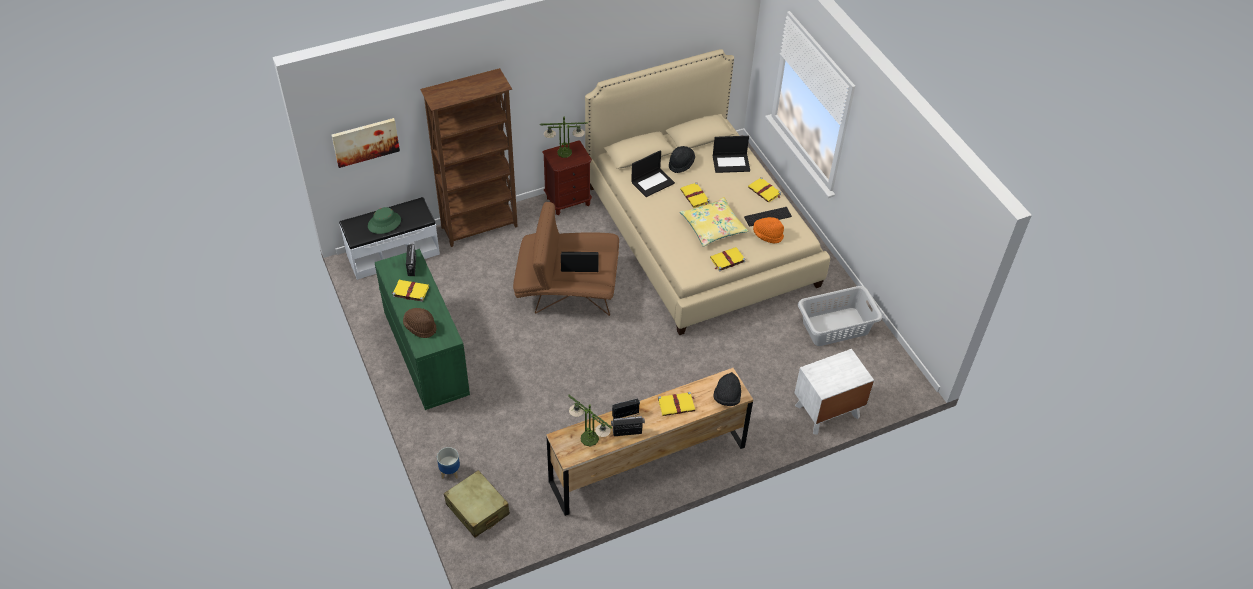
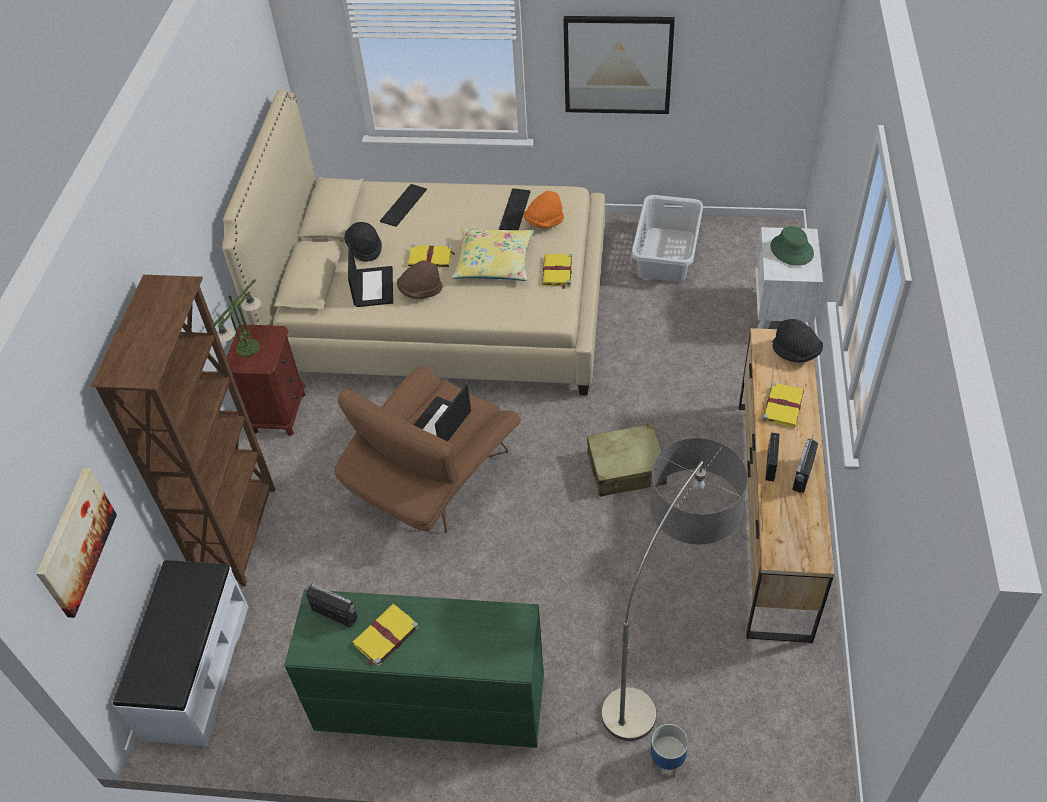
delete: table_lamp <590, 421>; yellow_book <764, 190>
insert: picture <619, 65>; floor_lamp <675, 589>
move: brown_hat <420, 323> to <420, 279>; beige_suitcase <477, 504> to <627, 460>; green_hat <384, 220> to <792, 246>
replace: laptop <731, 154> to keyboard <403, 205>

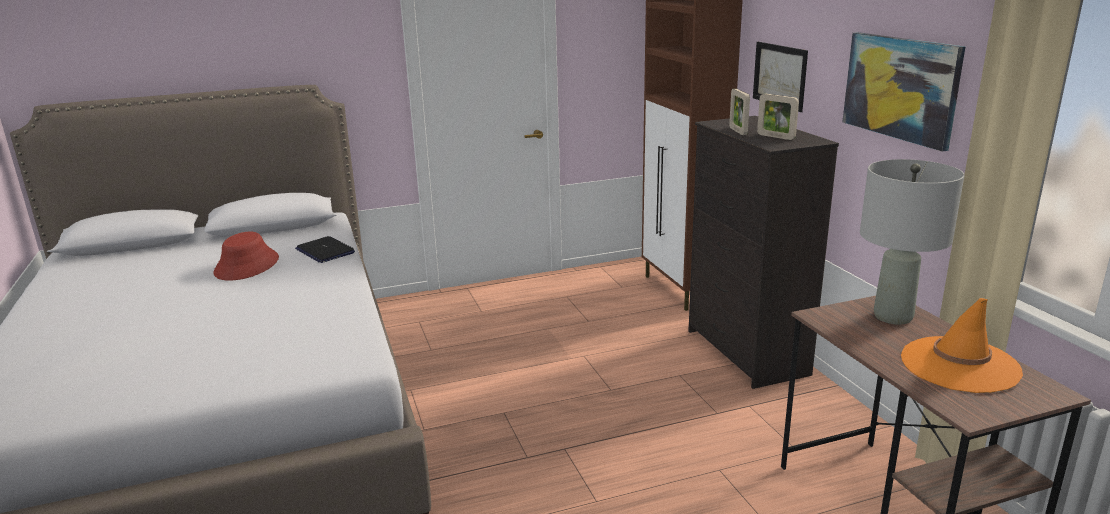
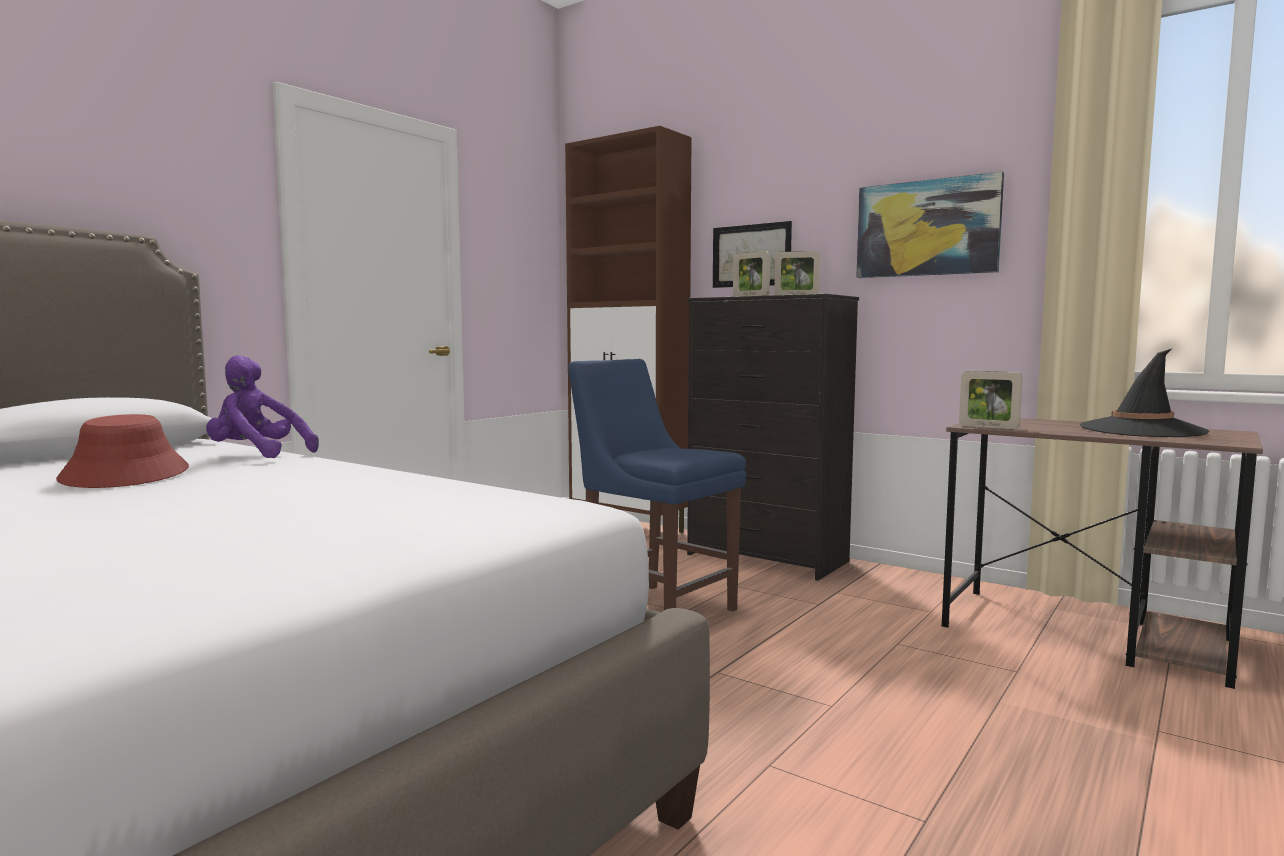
delete: grey_table_lamp <912, 242>
insert: blue_chair <657, 485>; picture_frame <990, 400>
replace: laptop <325, 249> to purple_plush_toy <262, 406>
recolor: orange_hat <962, 345> to black_hat <1144, 393>

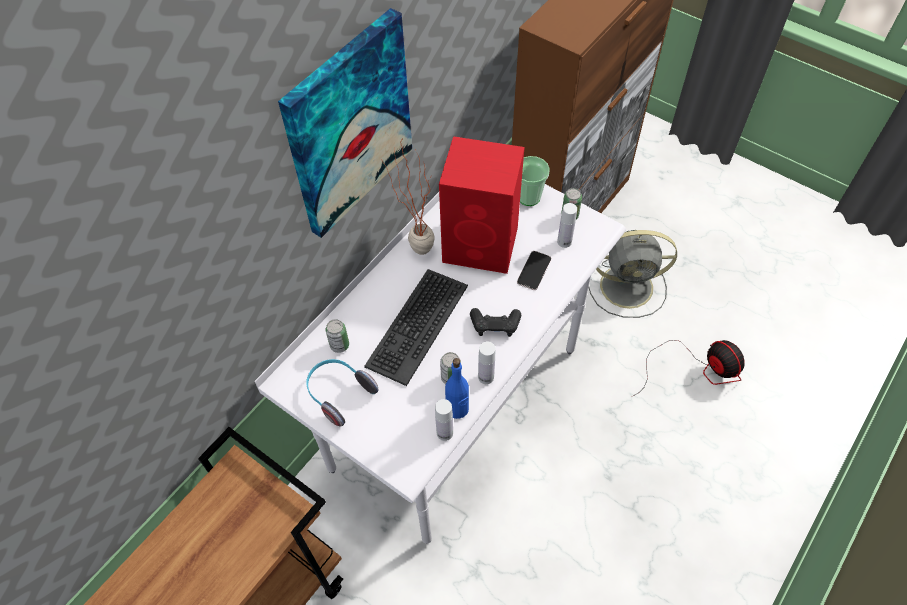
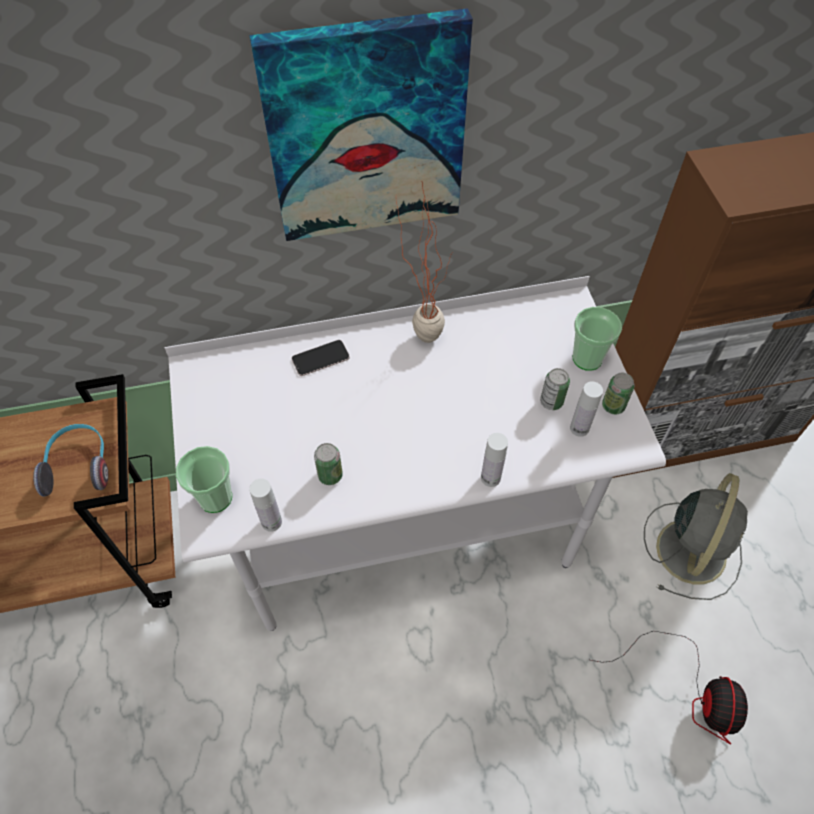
delete: keyboard <416, 327>; red_speaker <482, 205>; blue_bottle <457, 388>; black_game_controller <495, 322>
insert: cup <204, 479>
move: headphones <342, 392> to <70, 460>; phone <534, 270> to <320, 358>; white_bottle <486, 362> to <494, 460>; can <337, 336> to <555, 389>
rotate: grey_fan <633, 274> = <696, 536> 105 degrees counterclockwise

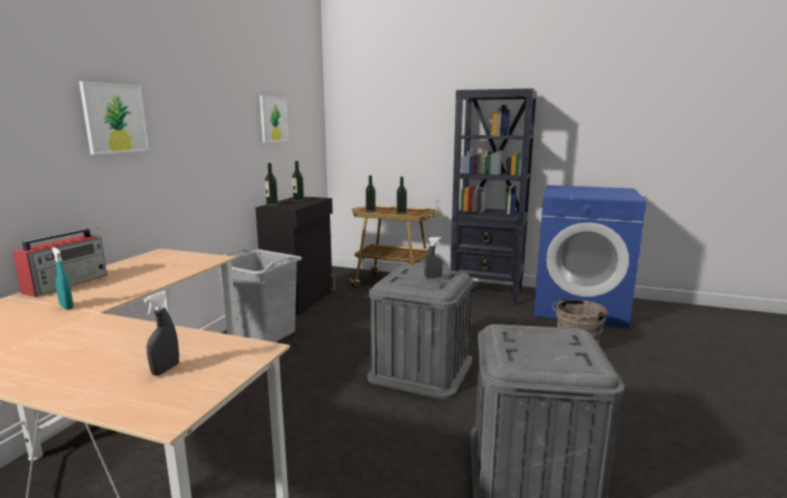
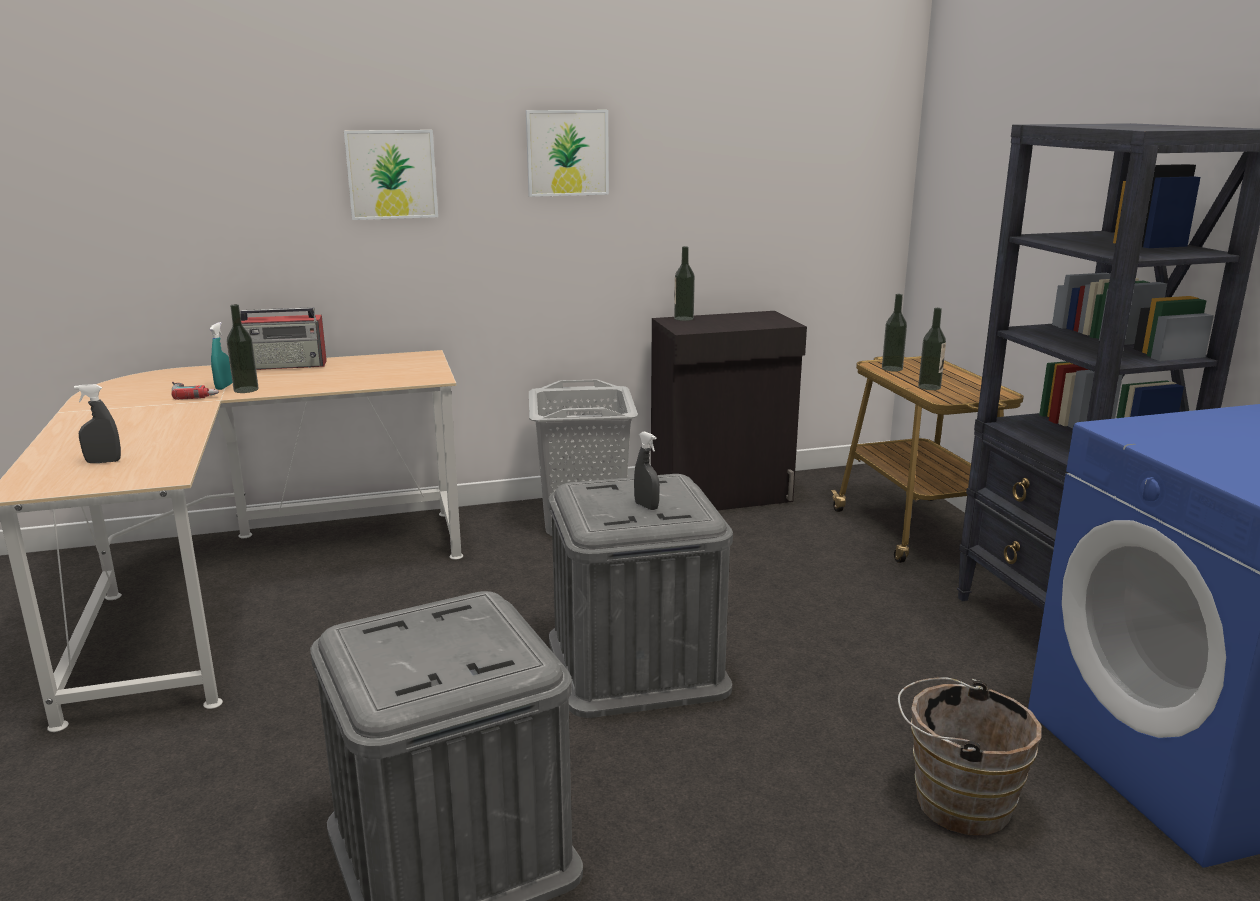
insert: power_drill <195, 391>
move: bottle <298, 181> to <243, 348>; picture <274, 119> to <567, 153>

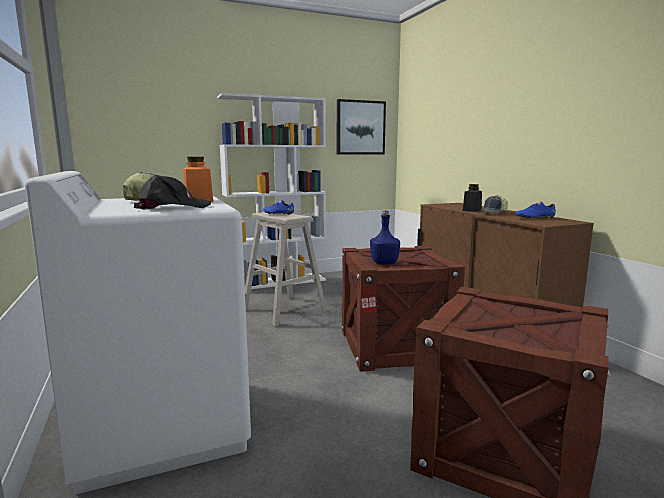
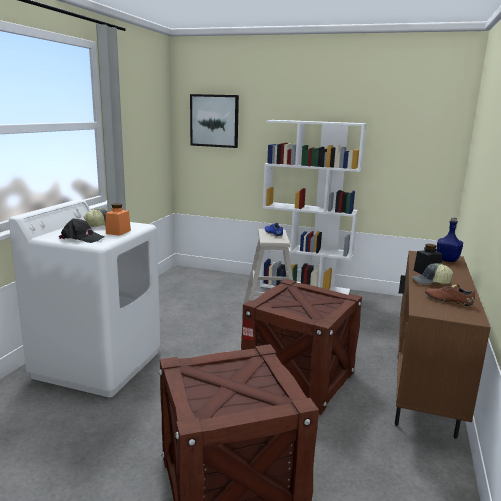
move: picture <361, 127> to <214, 121>; blue_bottle <385, 238> to <450, 239>
recolor: blue_shoe <535, 210> to brown_shoe <450, 295>

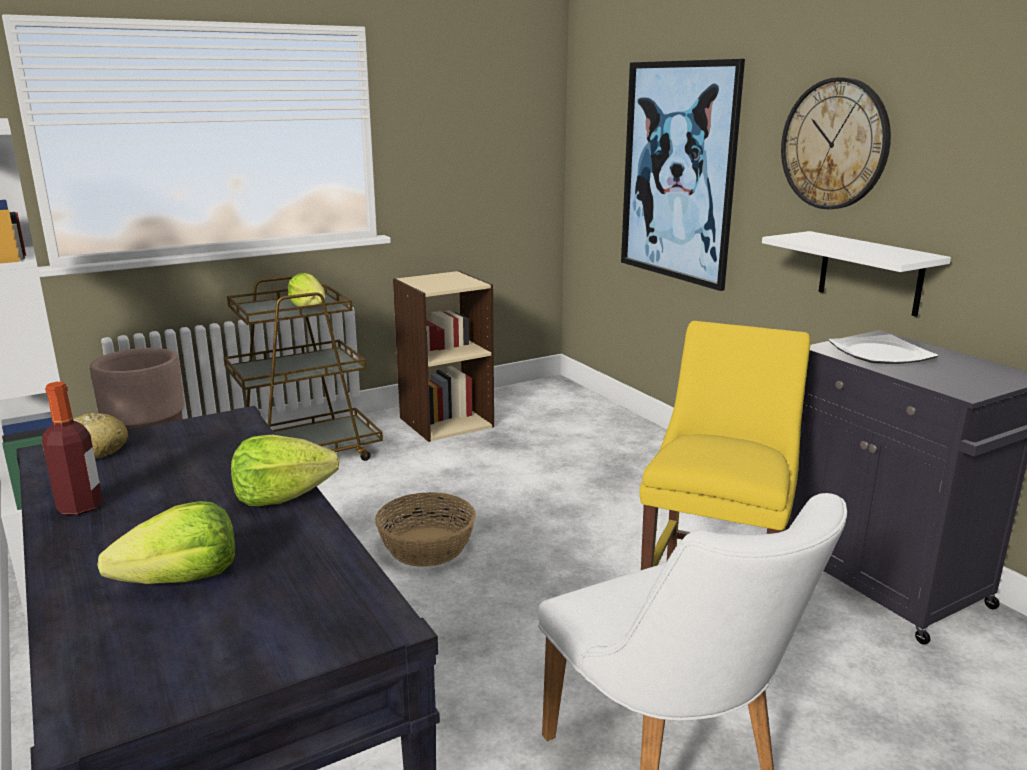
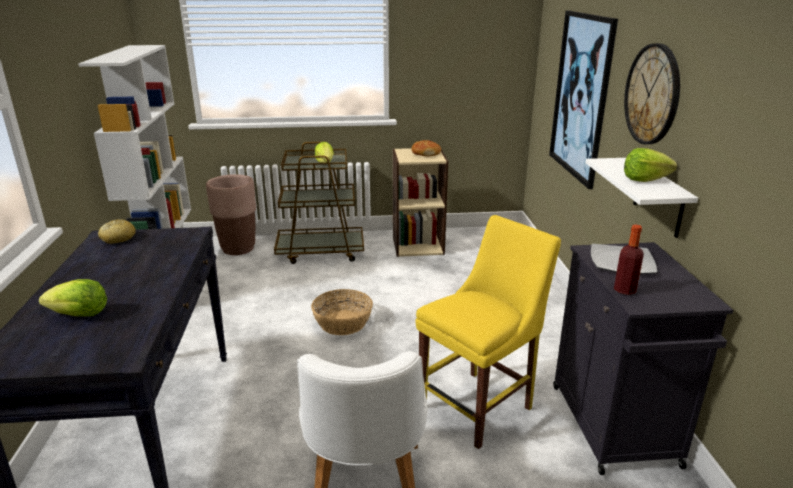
insert: bread <426, 148>
move: bottle <72, 448> to <629, 260>; lettuce <285, 470> to <650, 165>

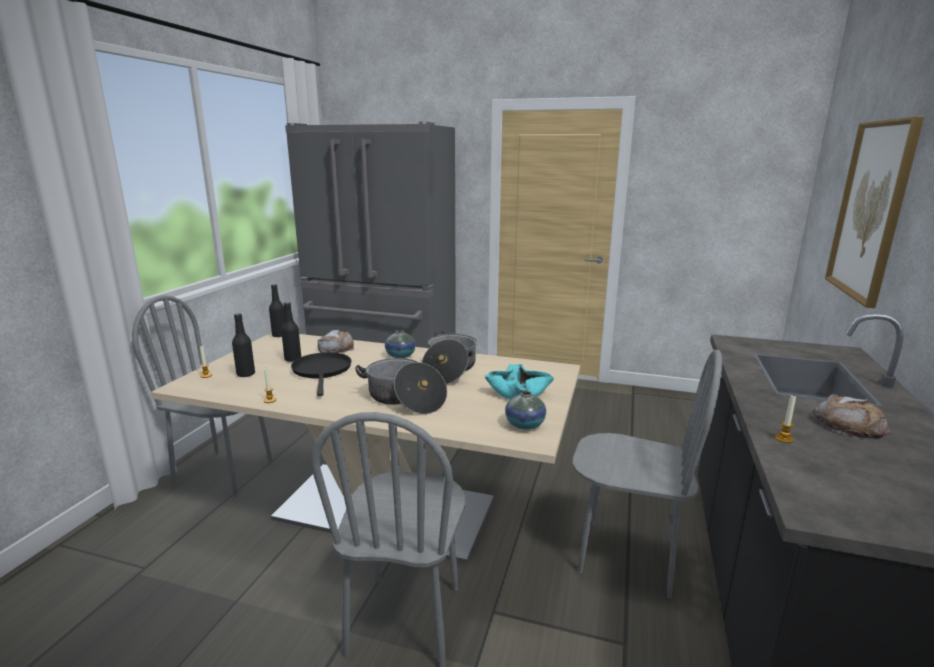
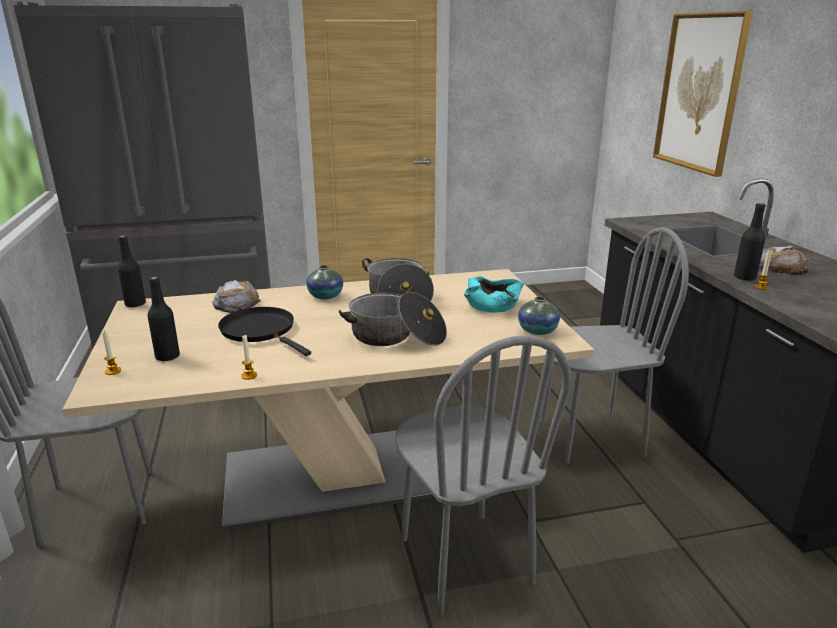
move: black_bottle <291, 332> to <750, 242>

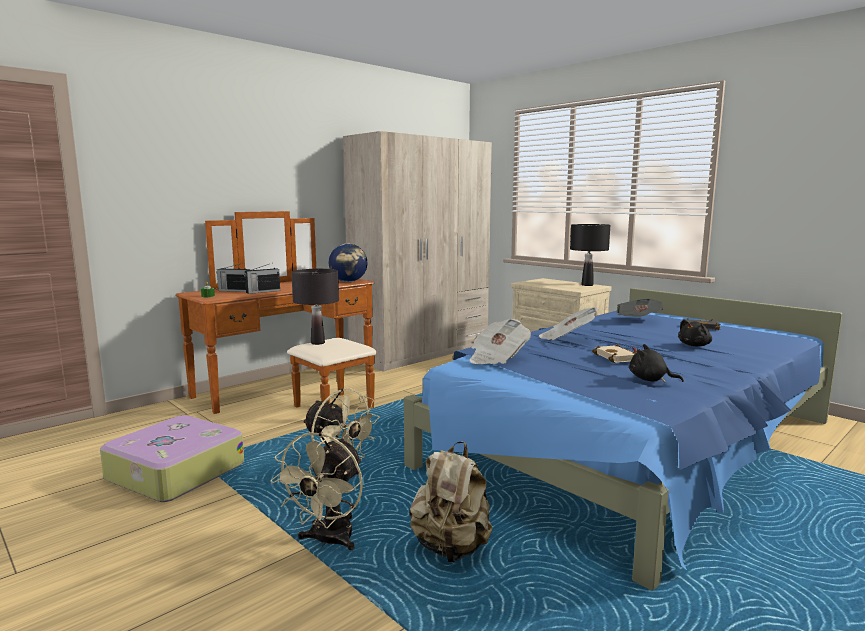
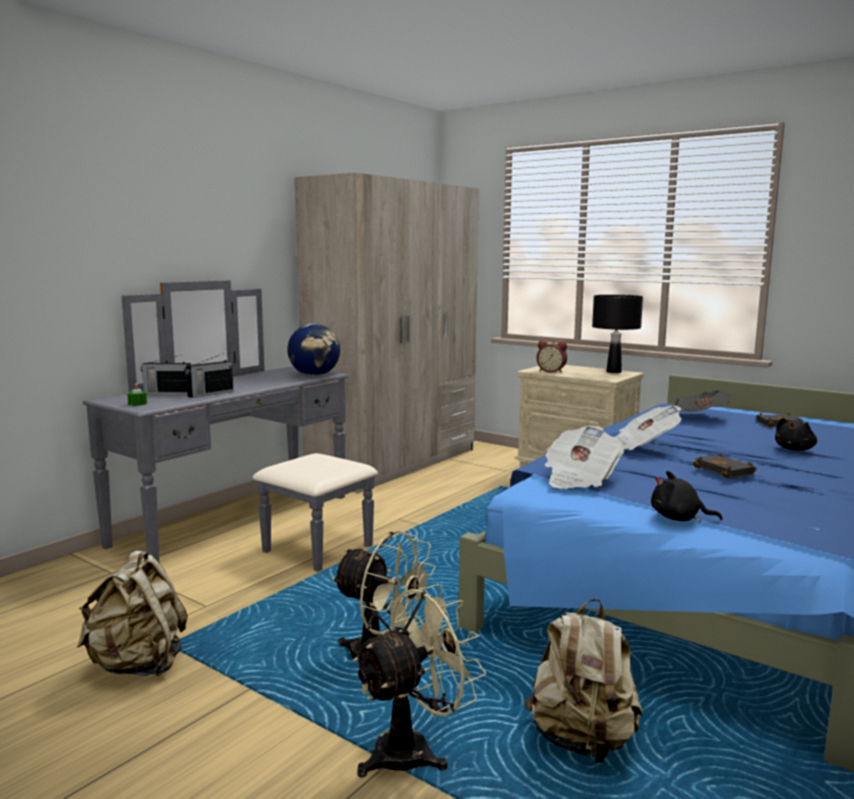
delete: black_table_lamp <315, 307>
insert: alarm_clock <552, 356>
move: black_plush_toy <656, 363> to <686, 496>
replace: suitcase <172, 458> to beige_backpack <132, 614>
recolor: brown_dresser <276, 312> to grey_dresser <230, 426>; beige_book <613, 353> to black_book <725, 466>
rotate: beige_fan <317, 491> = <419, 680> 135 degrees counterclockwise

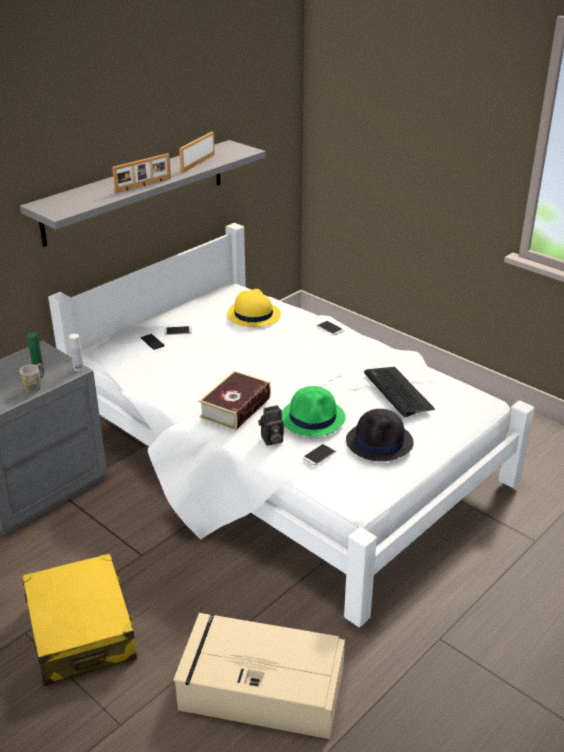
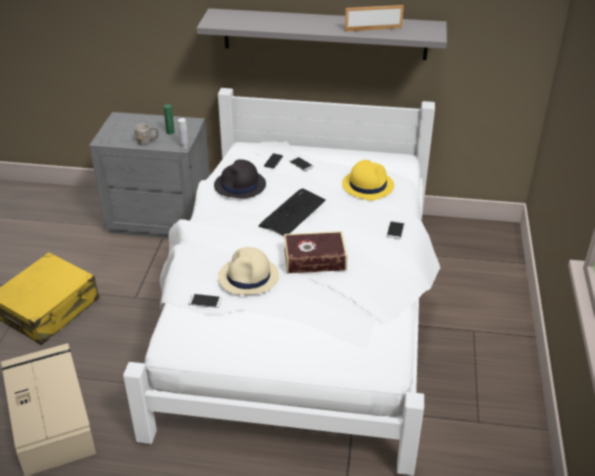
delete: picture_frame <141, 173>; photo_camera <271, 425>
move: black_hat <380, 435> to <240, 179>; keyboard <399, 392> to <292, 212>; book <234, 400> to <315, 252>
recolor: green_hat <314, 411> to beige_hat <248, 271>

